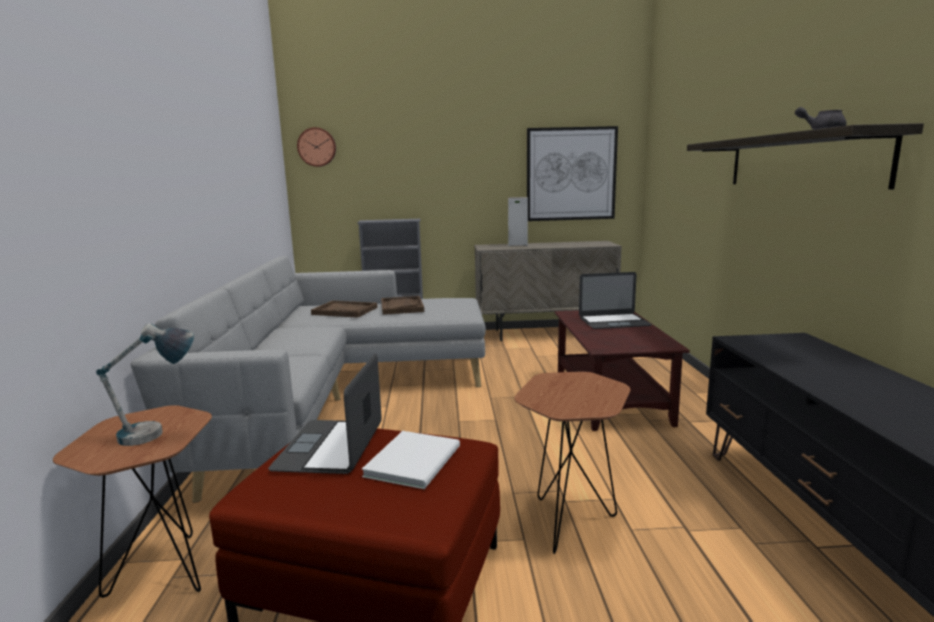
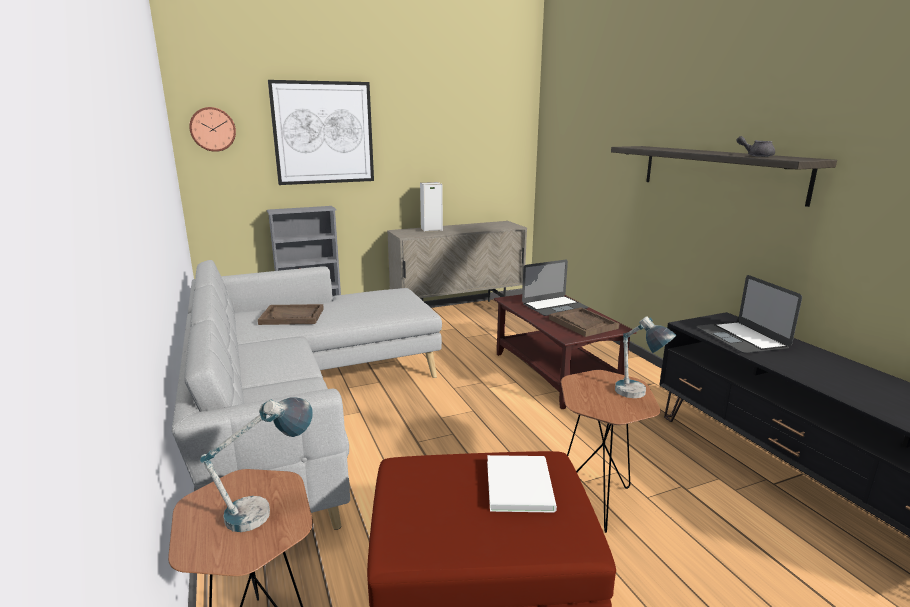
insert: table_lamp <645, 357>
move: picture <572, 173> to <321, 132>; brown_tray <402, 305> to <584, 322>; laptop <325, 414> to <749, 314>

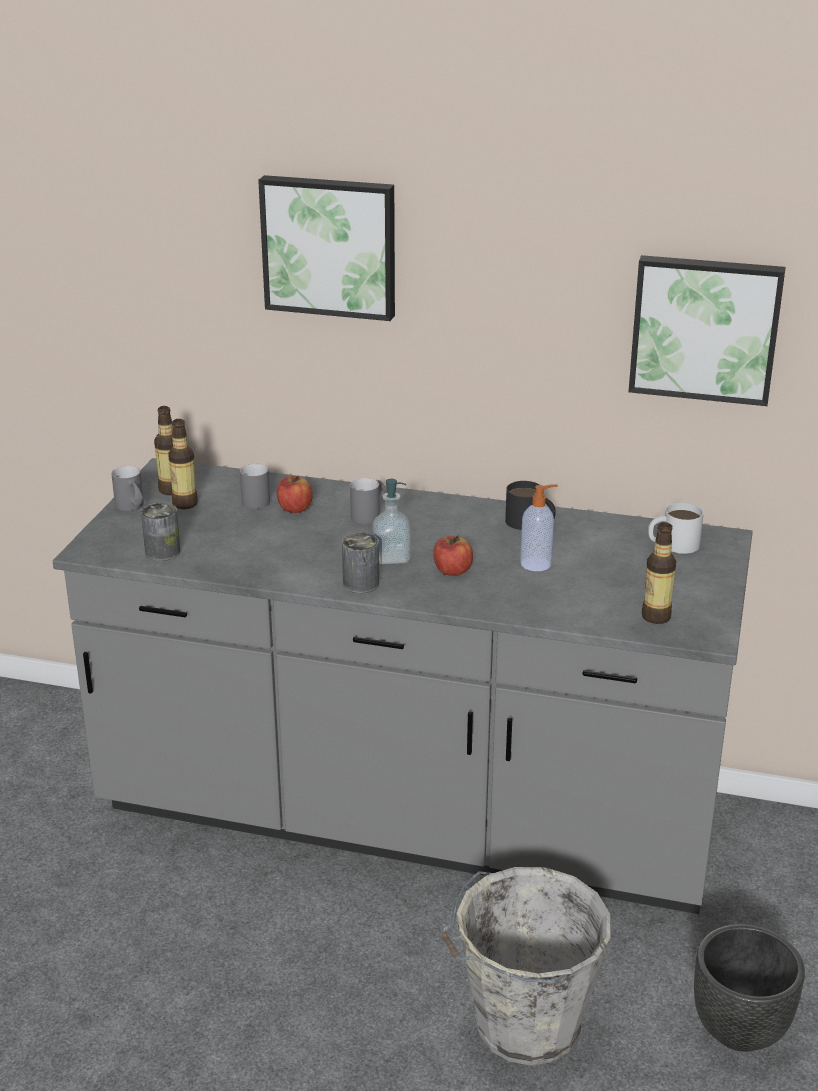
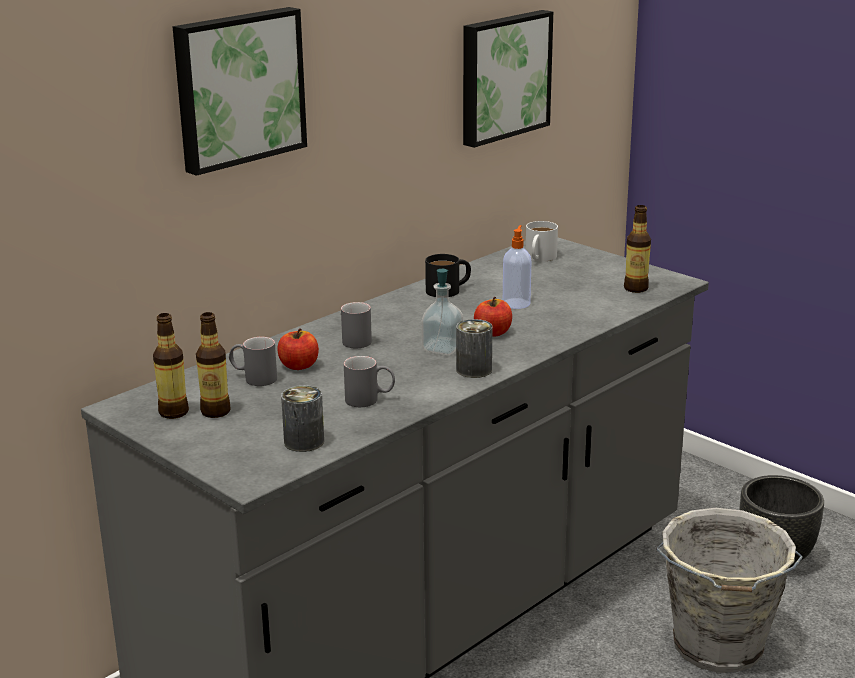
move: grey_mug <127, 488> to <369, 381>

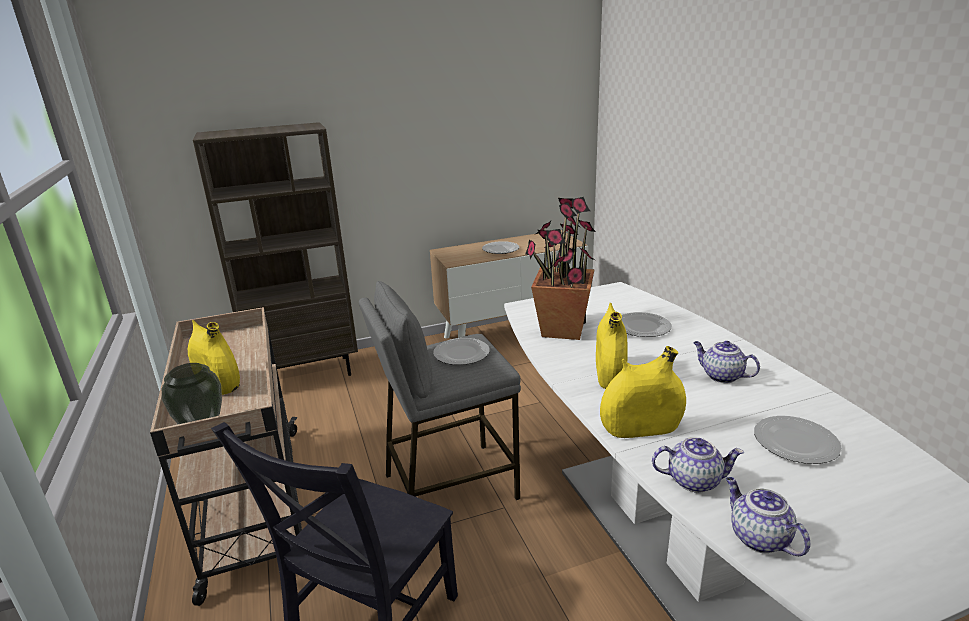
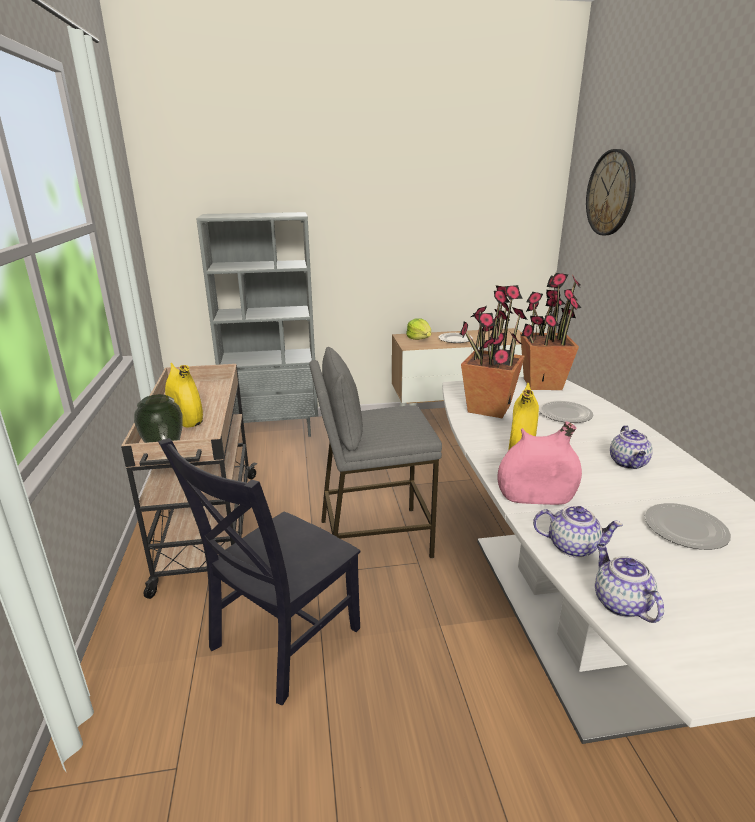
delete: plate <461, 351>
insert: lettuce <418, 329>; potted_plant <550, 331>; wall_clock <611, 192>
recolor: brown_bookcase <275, 249> to grey_bookcase <257, 324>; yellow_vase <643, 392> to pink_vase <539, 463>
rotate: teapot <726, 362> = <631, 447> 135 degrees counterclockwise

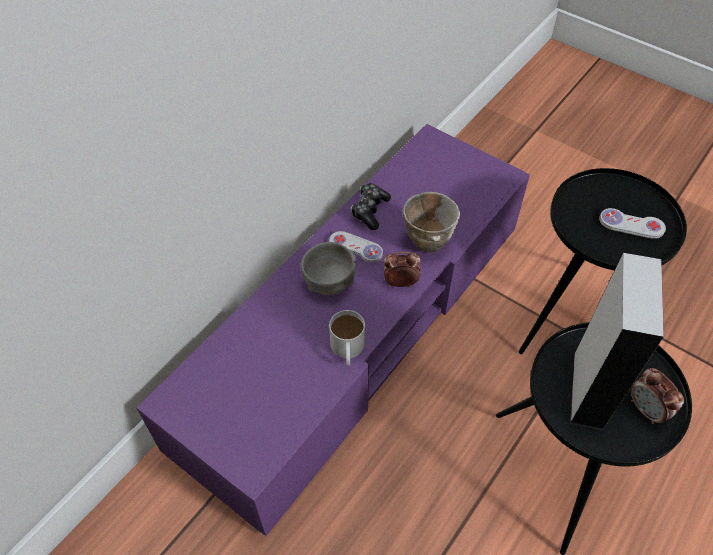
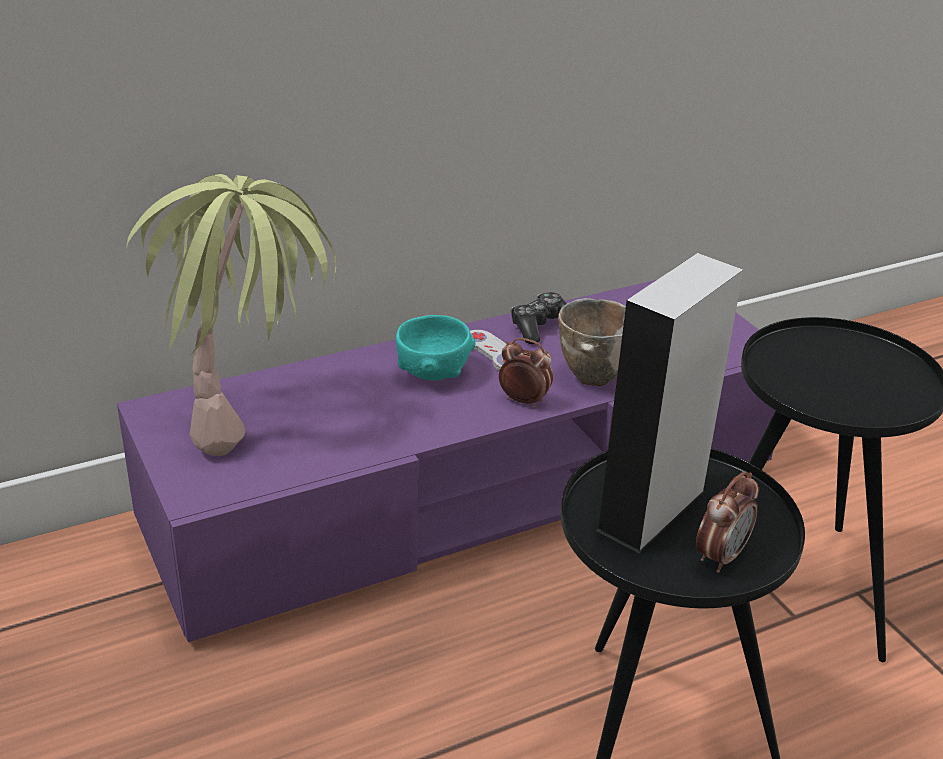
delete: white_mug <347, 337>; white_game_controller <632, 223>
insert: potted_plant <232, 315>
recolor: grey_bowl <328, 268> to turquoise_bowl <435, 347>
rotate: alarm_clock <657, 396> = <727, 522> 135 degrees counterclockwise

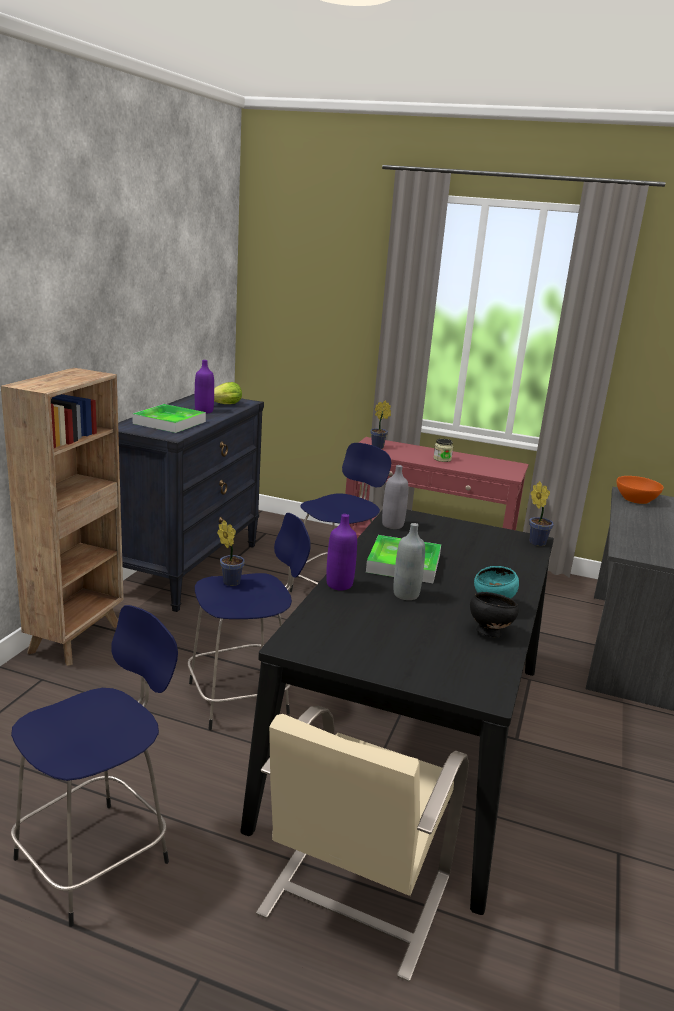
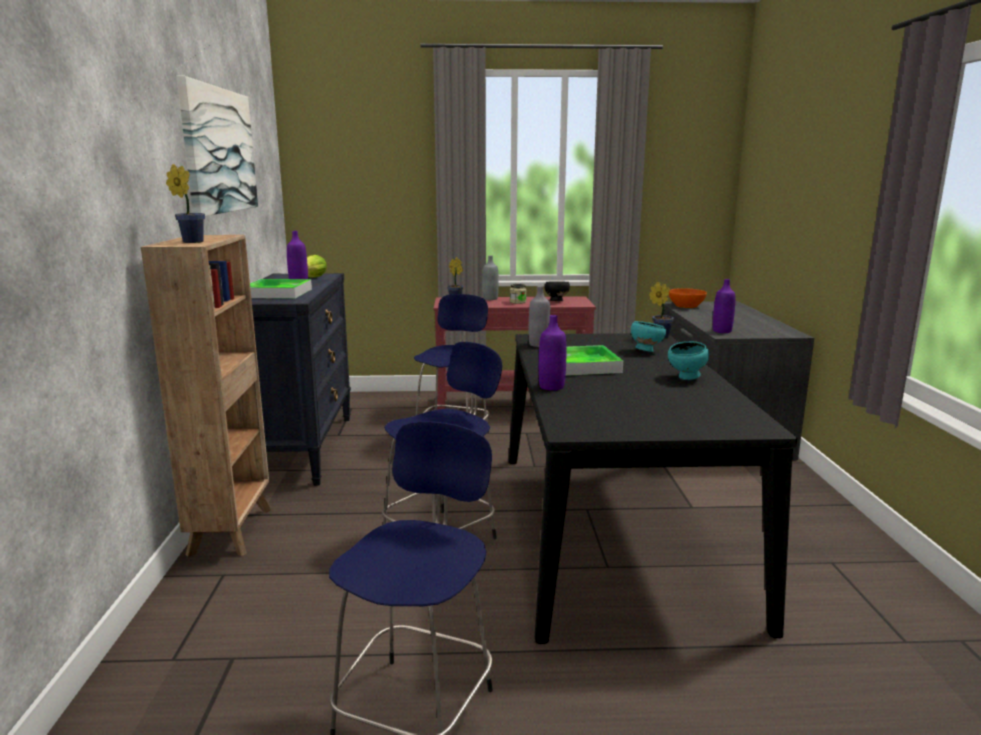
delete: beige_chair <362, 844>
insert: picture <217, 146>; turquoise_bowl <648, 336>; purple_bottle <724, 306>
move: potted_plant <231, 553> to <185, 203>; grey_bottle <409, 561> to <490, 277>; black_bowl <494, 614> to <557, 291>

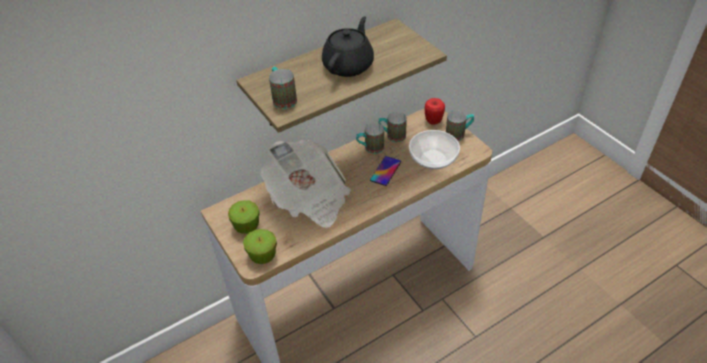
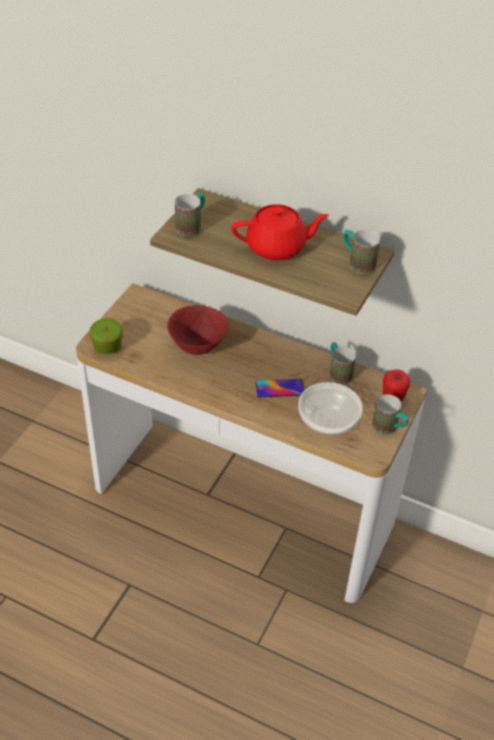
delete: apple <244, 217>
move: mug <370, 138> to <361, 252>
replace: newspaper <305, 184> to red_bowl <198, 330>
recolor: black_teapot <348, 46> to red_teapot <280, 232>

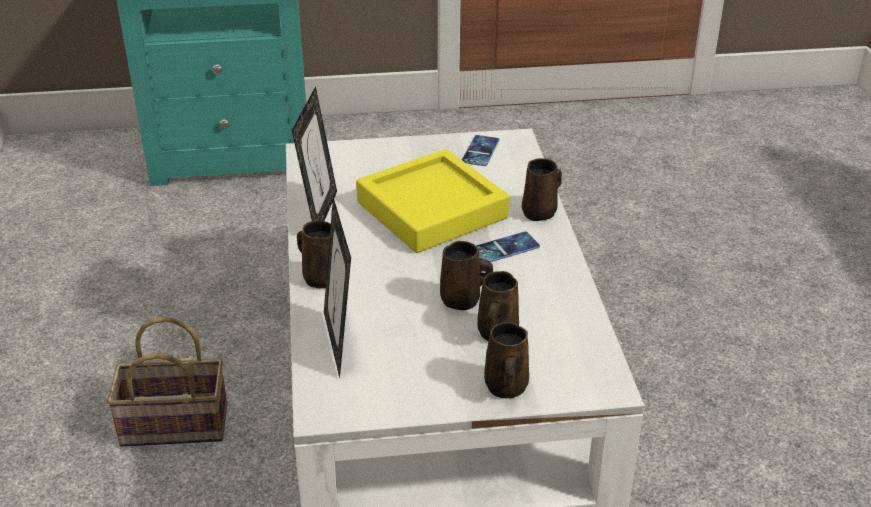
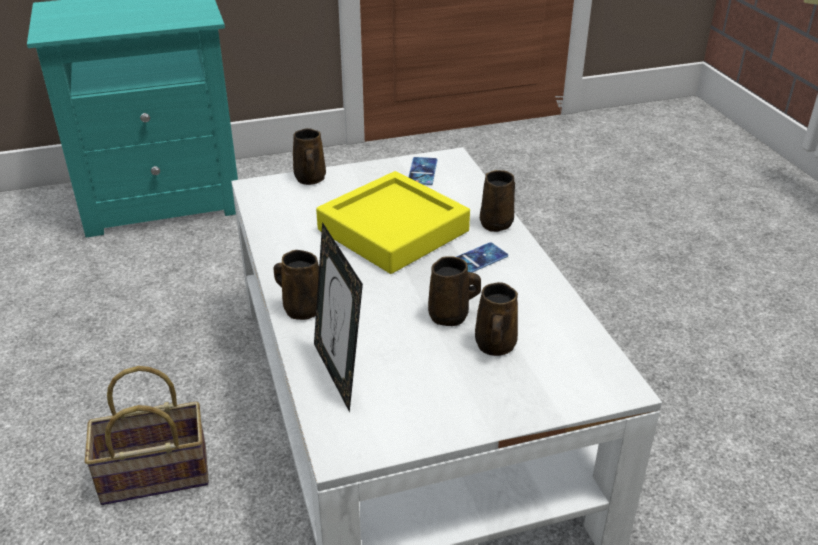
delete: picture_frame <314, 153>
move: brown_mug <506, 360> to <309, 156>

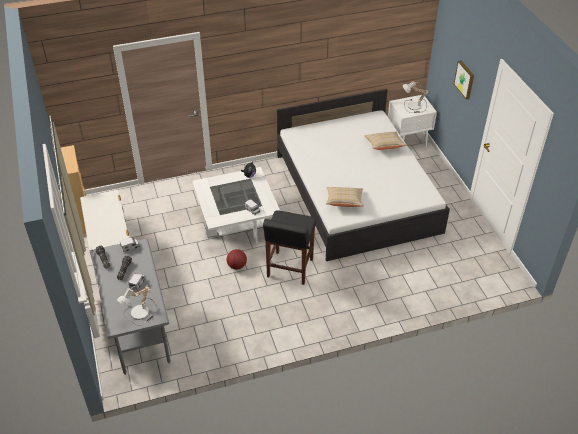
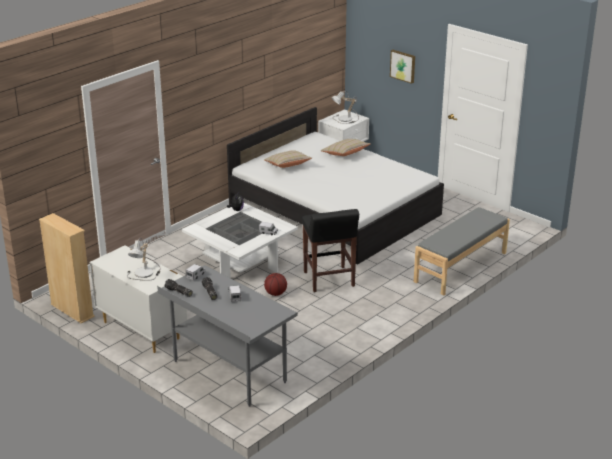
insert: grey_bench <462, 251>
move: table_lamp <137, 305> to <144, 259>; beige_pillow <345, 197> to <288, 159>

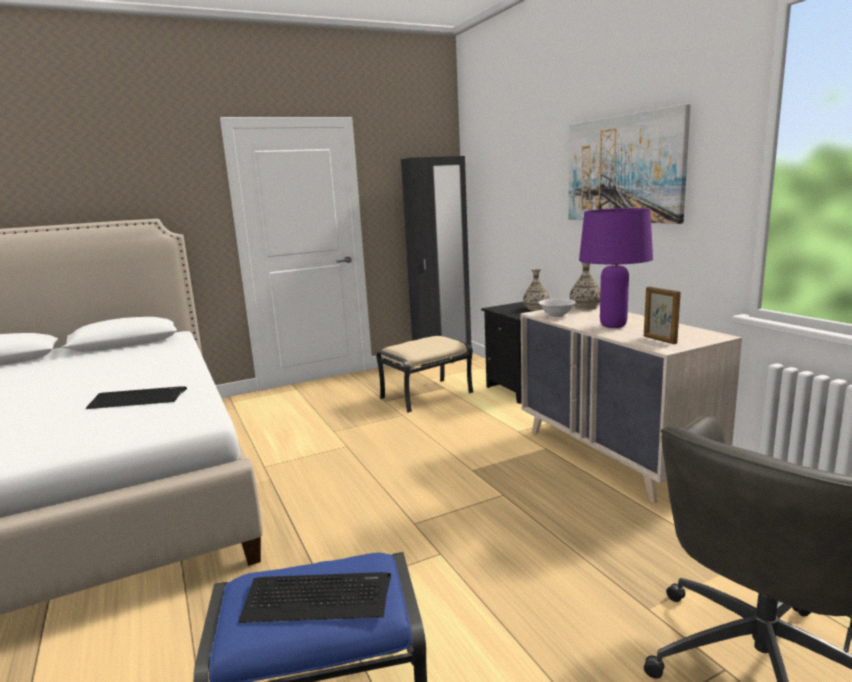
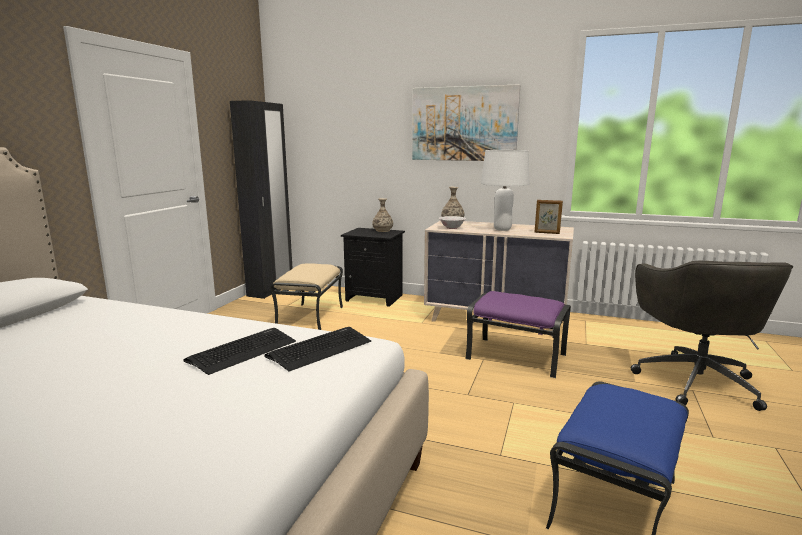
insert: purple_ottoman <518, 334>
move: keyboard <315, 597> to <317, 349>
recolor: purple_table_lamp <616, 268> to white_table_lamp <505, 190>

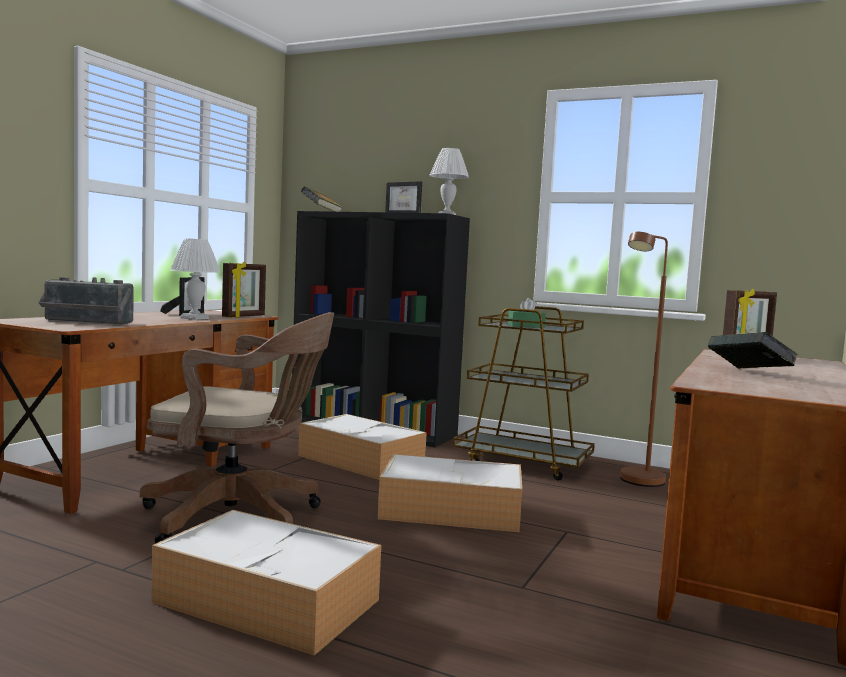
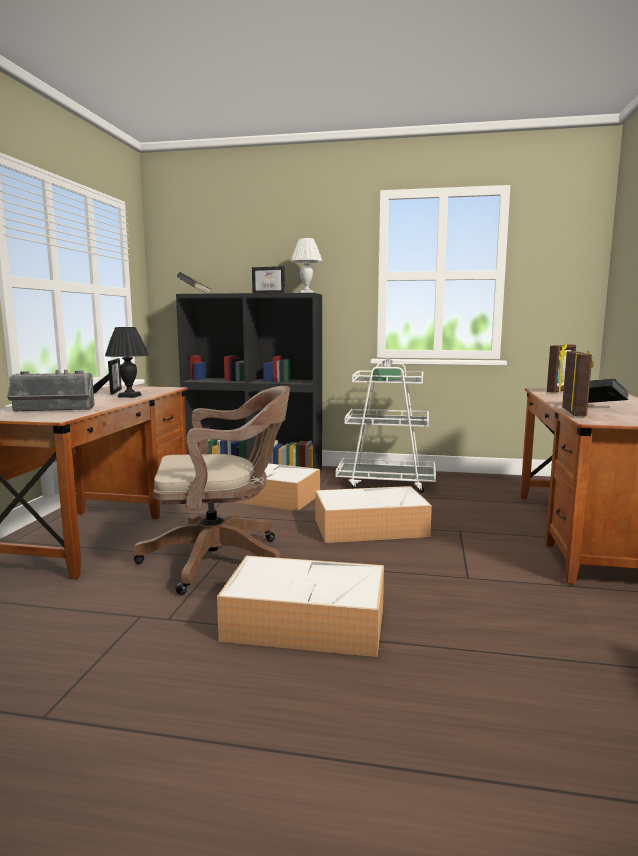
delete: brown_floor_lamp <644, 359>
move: picture_frame <244, 290> to <578, 383>
recolor: white_table_lamp <195, 279> to black_table_lamp <127, 362>; brown_cart <523, 393> to white_cart <386, 428>

